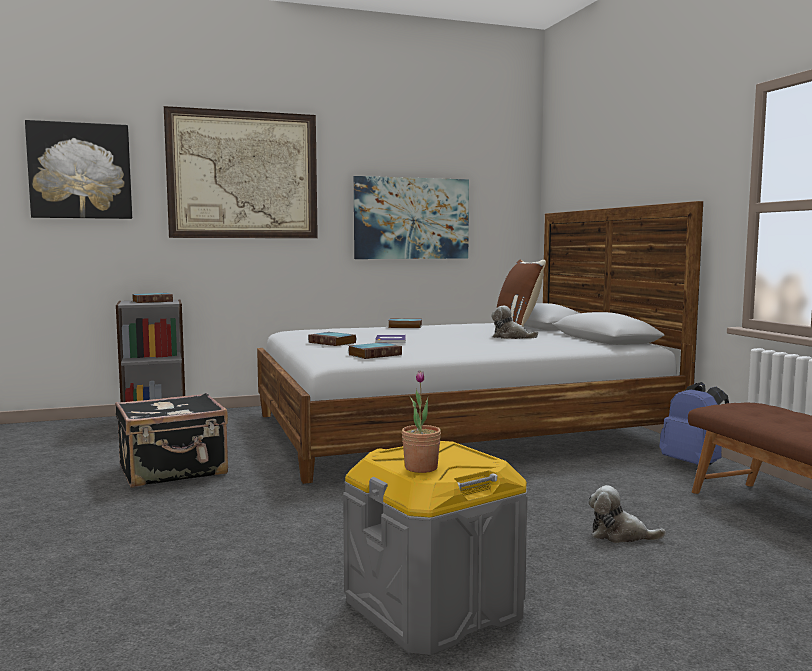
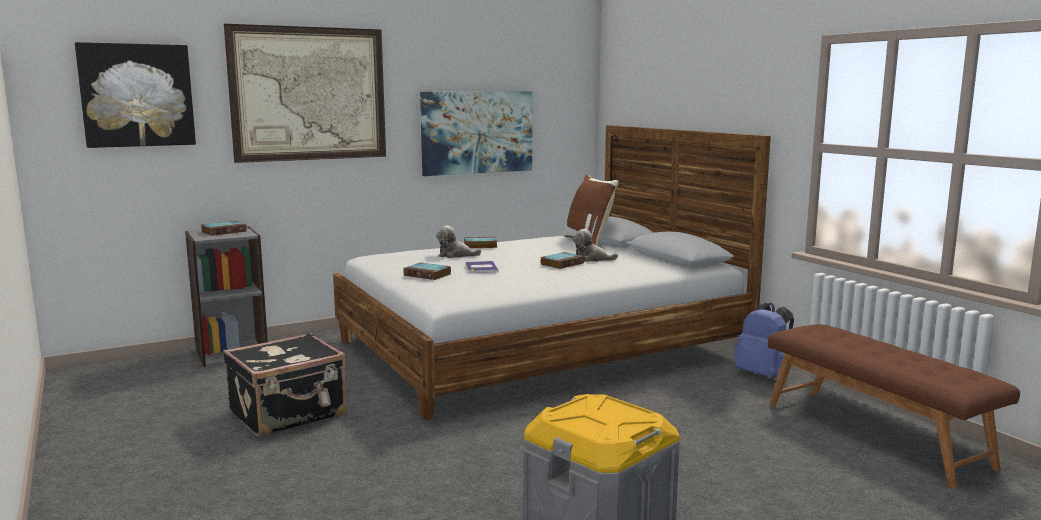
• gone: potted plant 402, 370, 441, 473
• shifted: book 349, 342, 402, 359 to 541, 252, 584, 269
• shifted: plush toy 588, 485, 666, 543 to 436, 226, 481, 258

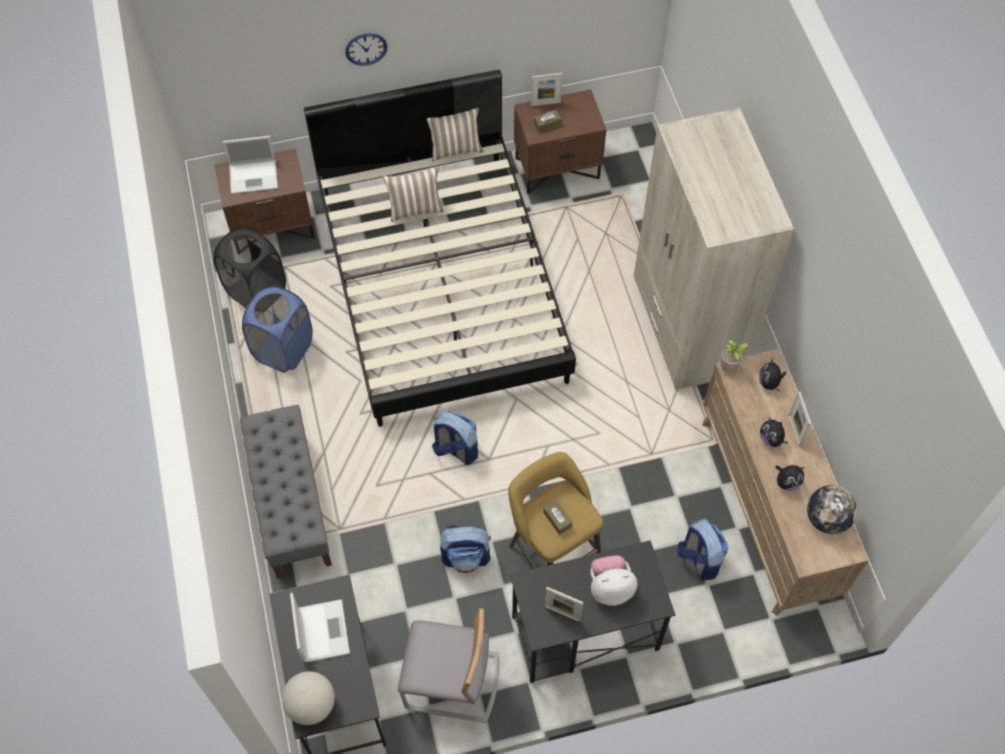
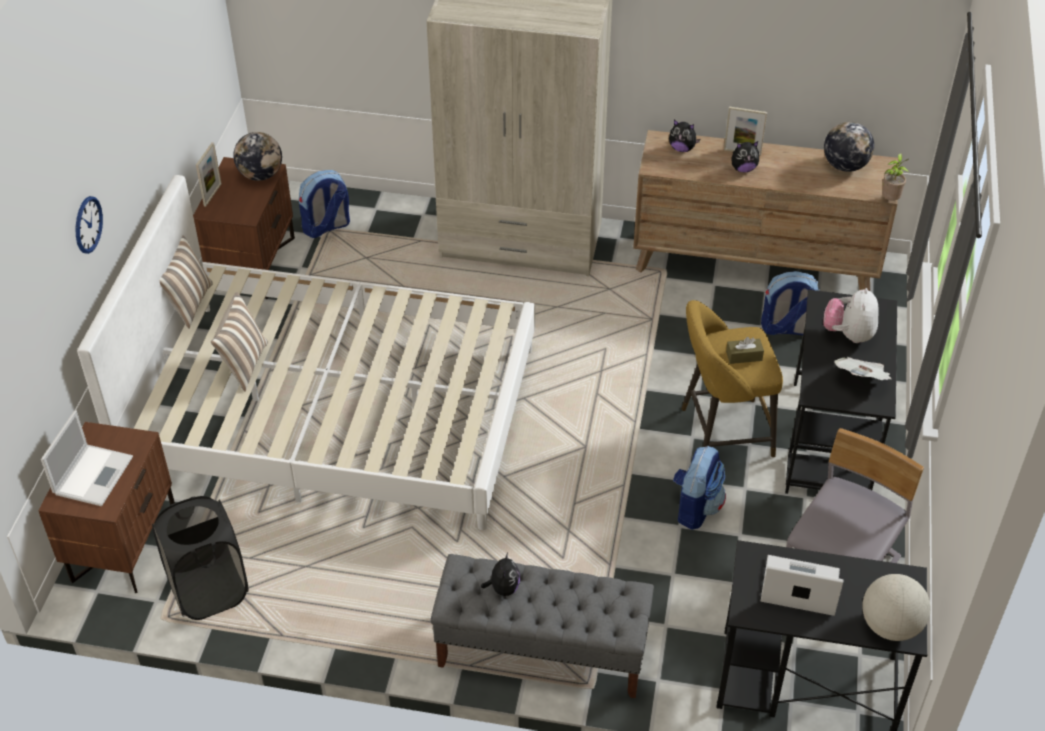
• gone: laundry basket in blue 242, 285, 313, 373
• gone: tissue box in brown 534, 110, 561, 133
• new: globe 233, 132, 282, 181
• shifted: backpack 432, 411, 478, 465 to 299, 170, 350, 238
• shifted: potted plant 721, 340, 749, 372 to 882, 153, 909, 201
• shifted: plush toy 775, 465, 804, 490 to 481, 552, 520, 596
• swapped: picture frame 544, 587, 583, 622 to newspaper 834, 357, 892, 380
• repainted: bed in black 304, 70, 576, 427 to bed in white 77, 175, 535, 530

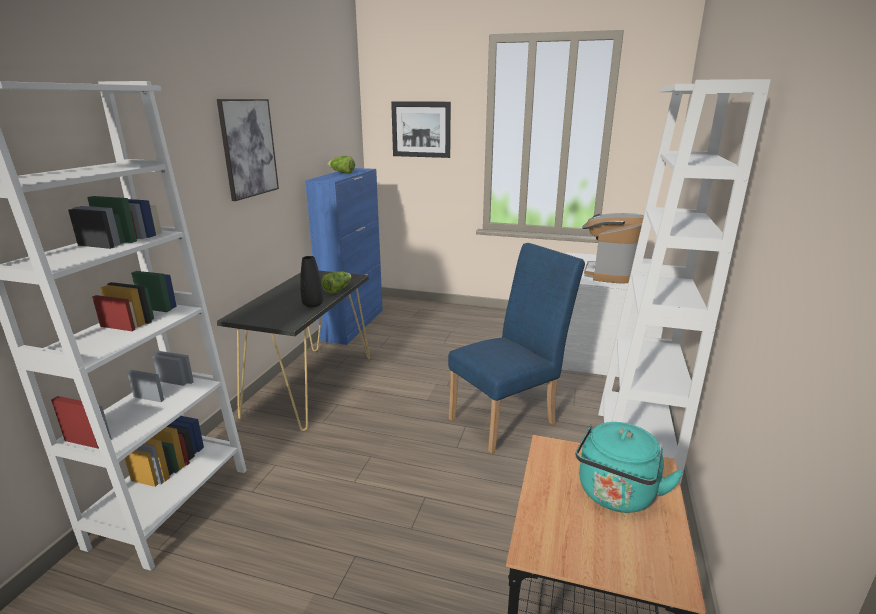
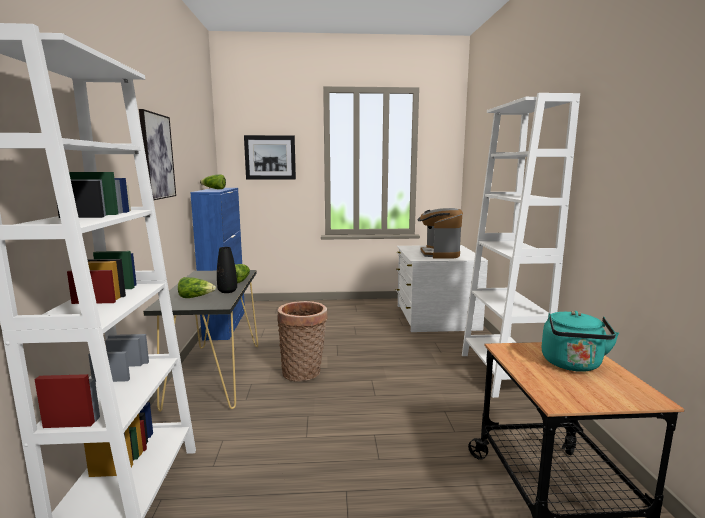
• gone: chair in blue 448, 243, 585, 454
• new: lettuce 178, 277, 216, 298
• new: basket 277, 301, 328, 381

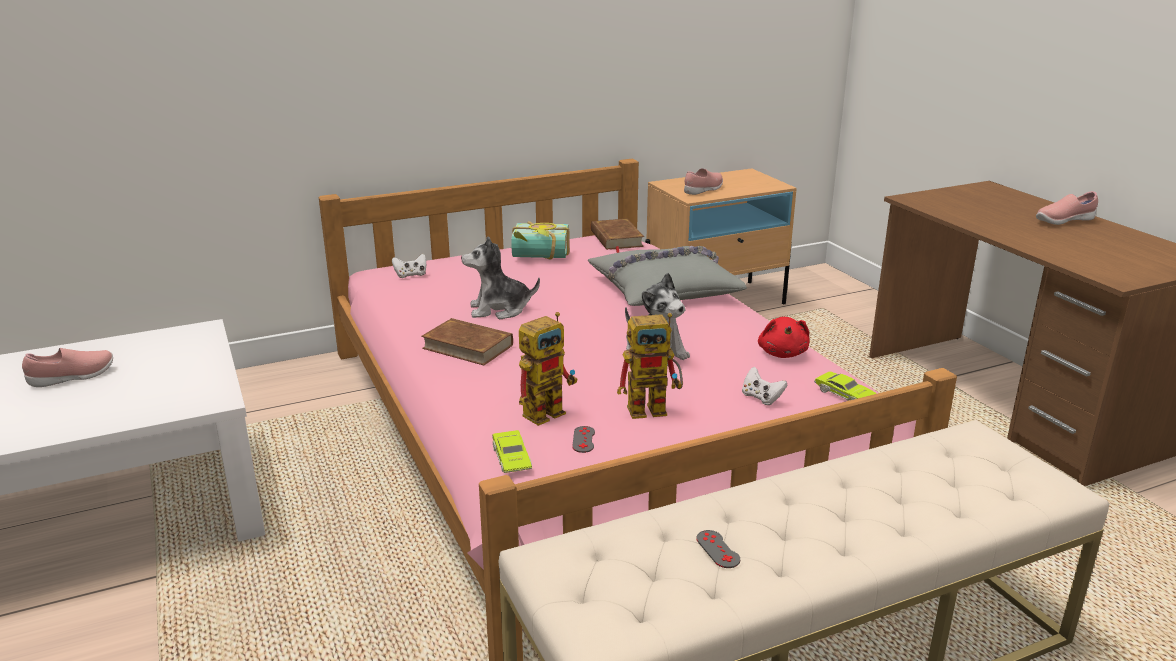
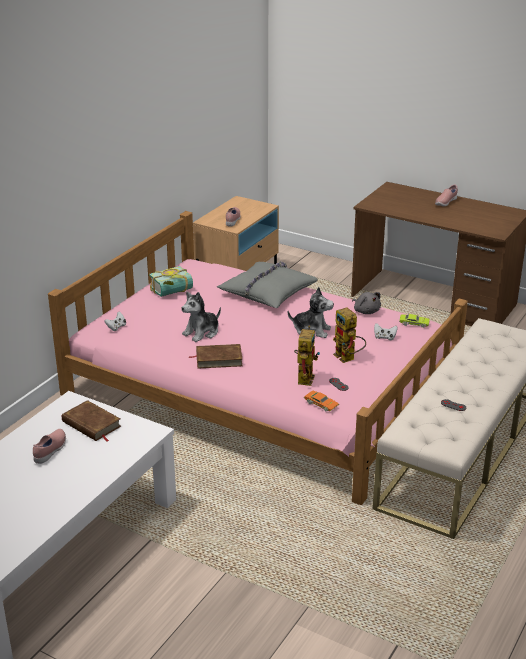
• shifted: book in brown 591, 219, 644, 253 to 62, 400, 121, 442
• repainted: toy car in green 492, 430, 532, 473 to toy car in orange 304, 391, 339, 411
• repainted: plush toy in red 758, 317, 810, 358 to plush toy in grey 352, 292, 381, 314
• rotated: toy robot 617, 313, 683, 419 = 333, 307, 366, 363 105 degrees clockwise

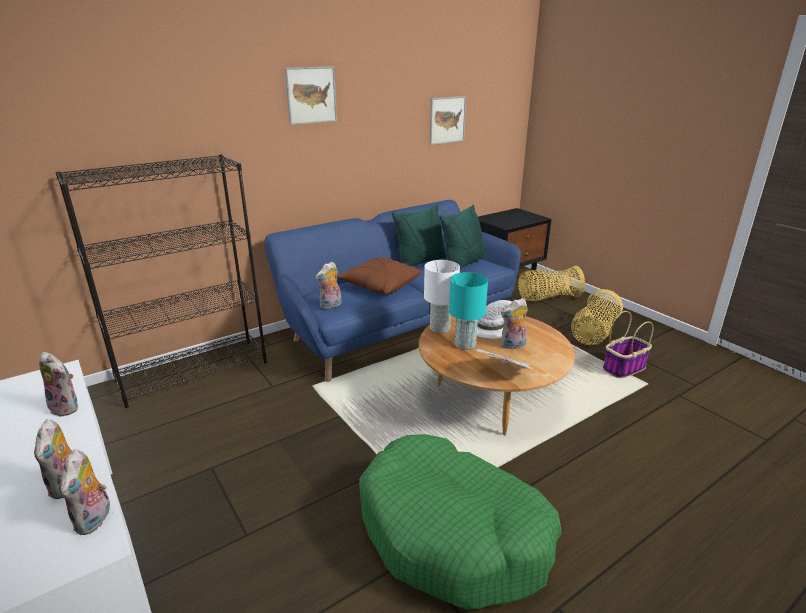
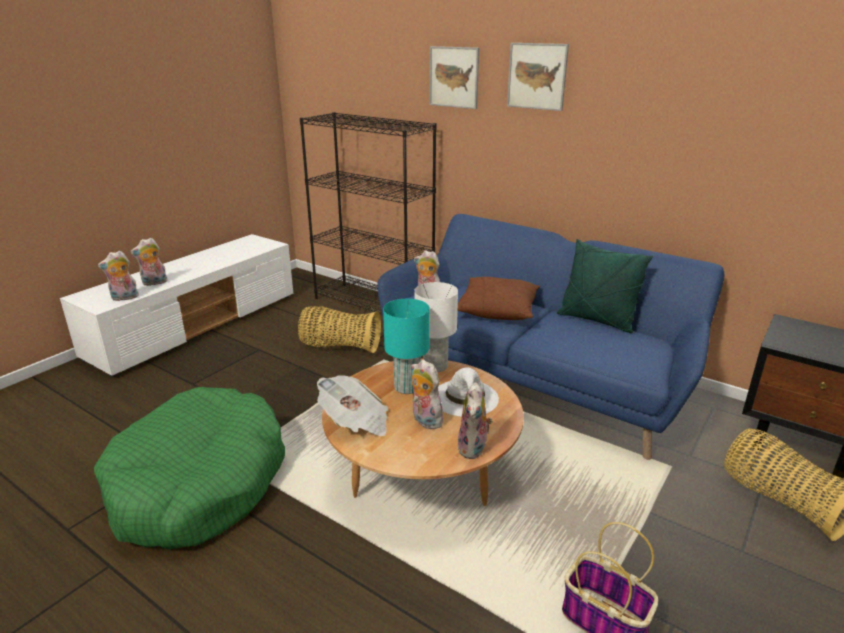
• gone: pillow in green 440, 205, 486, 269
• shifted: plush toy 39, 352, 78, 417 to 458, 382, 493, 459
• shifted: picture 430, 96, 466, 145 to 430, 46, 479, 109
• shifted: basket 571, 289, 623, 345 to 298, 306, 381, 353

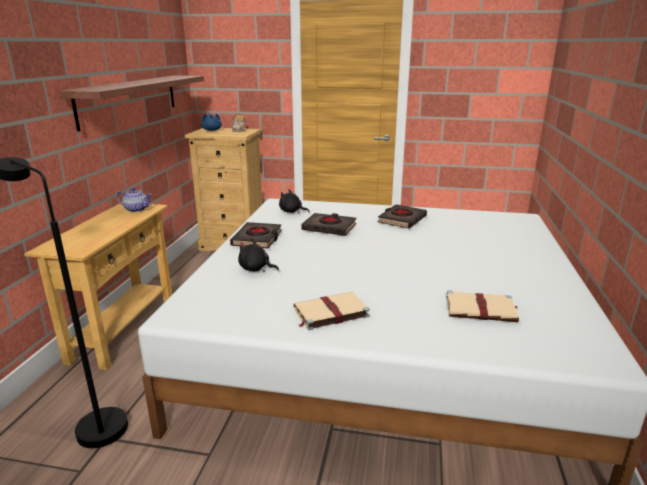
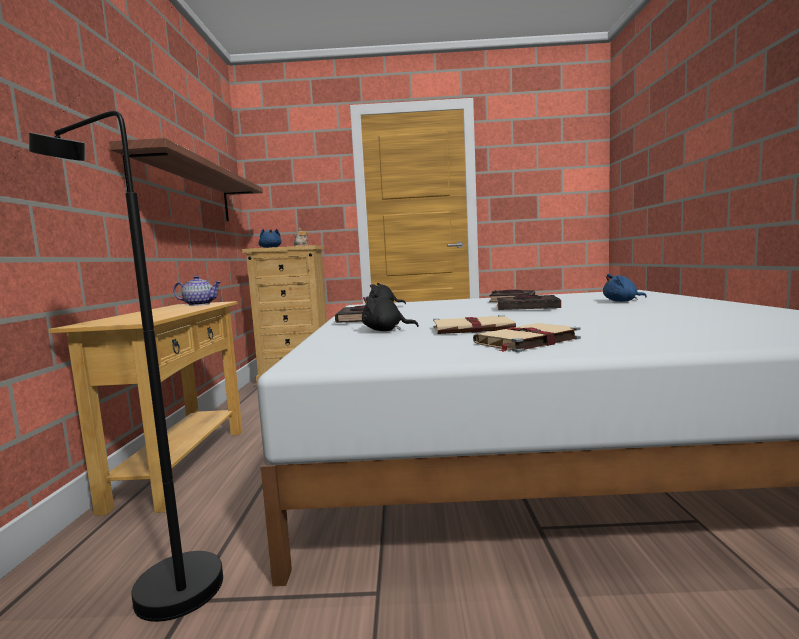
• new: plush toy in blue 603, 274, 647, 302
• shifted: book in black 301, 213, 356, 236 to 497, 294, 561, 310
• shifted: book in beige 447, 290, 519, 322 to 433, 315, 516, 334

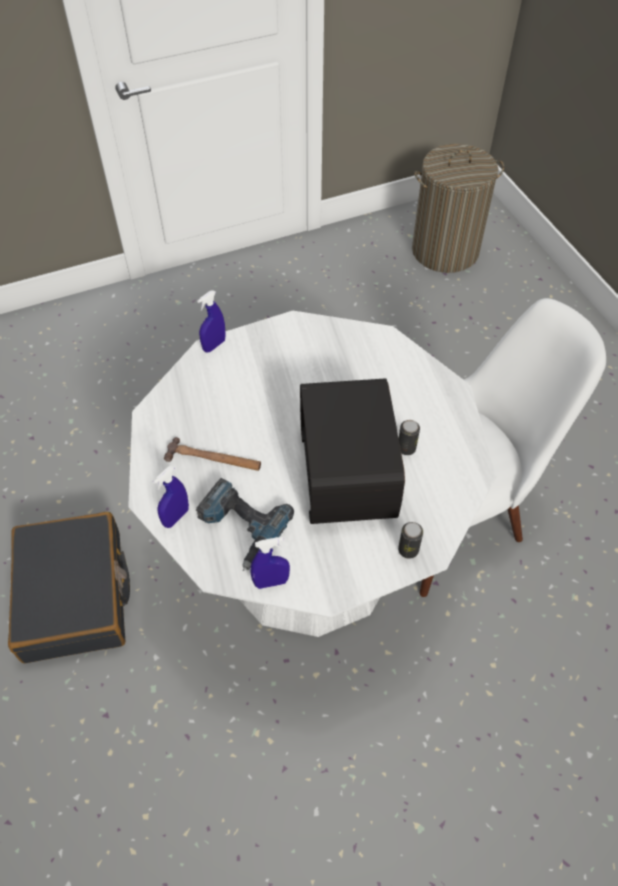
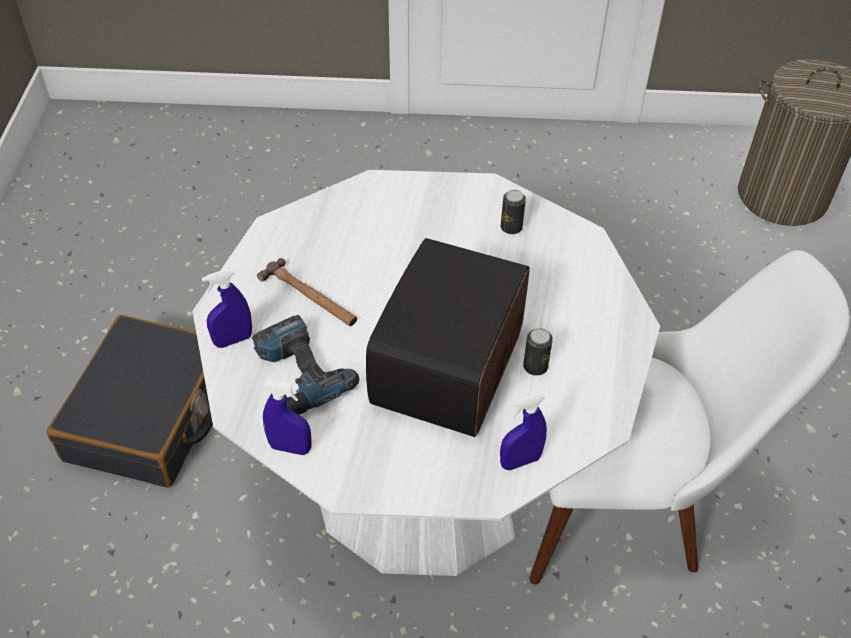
• shifted: spray bottle in blue 197, 290, 226, 353 to 500, 393, 547, 470
• shifted: can 398, 522, 423, 559 to 501, 190, 526, 234

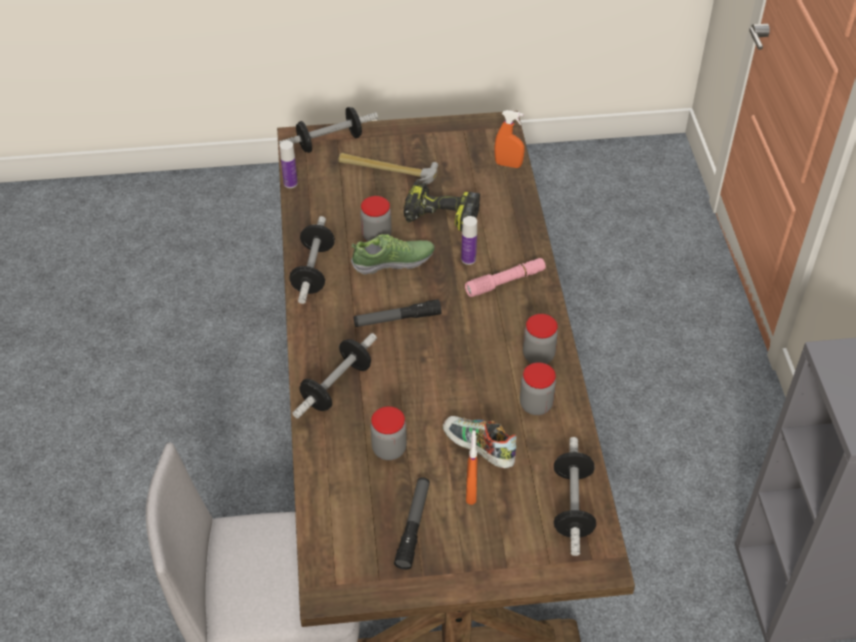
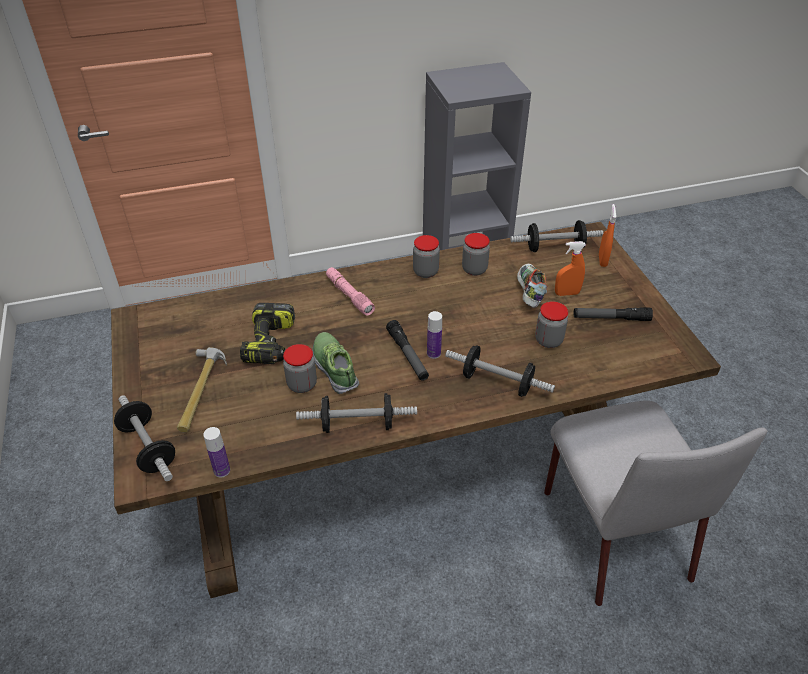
• shifted: bottle 461, 216, 477, 265 to 427, 311, 442, 359
• shifted: spray bottle in orange 495, 110, 525, 168 to 599, 204, 616, 267
• rotated: shoe 443, 416, 517, 468 = 517, 264, 547, 308 150 degrees clockwise

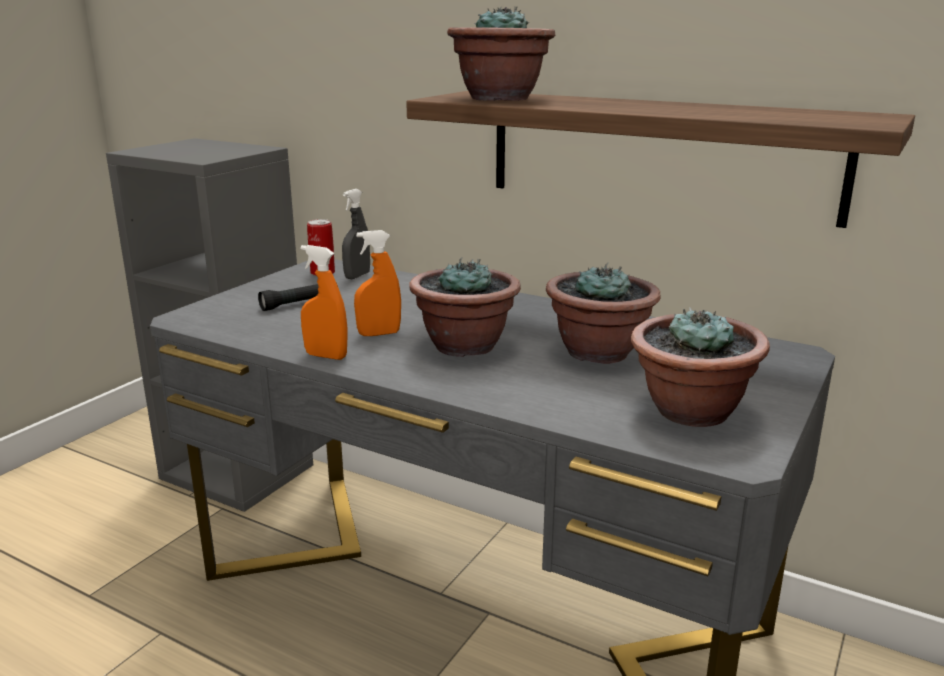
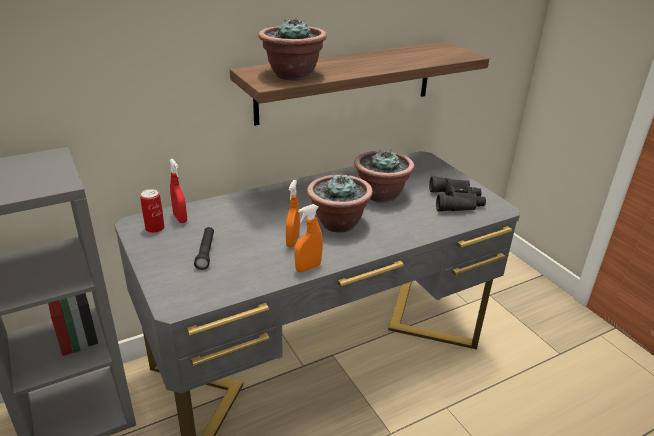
• swapped: potted plant 631, 307, 770, 427 to binoculars in black 429, 176, 486, 211
• repainted: spray bottle in grey 342, 189, 370, 279 to spray bottle in red 169, 159, 187, 223

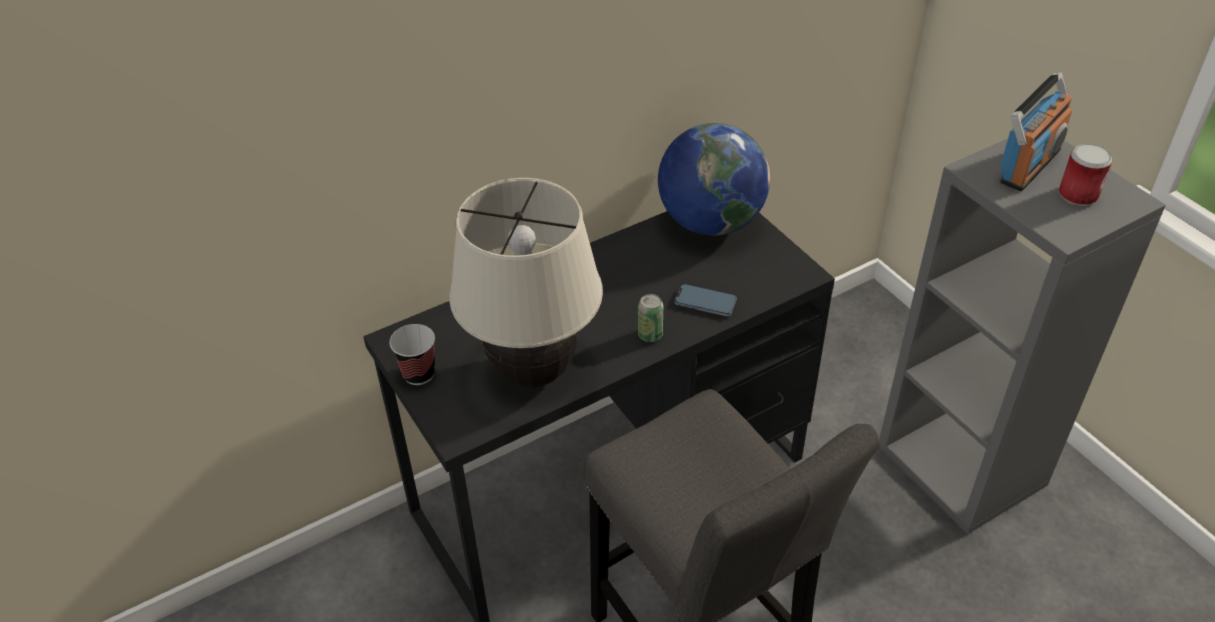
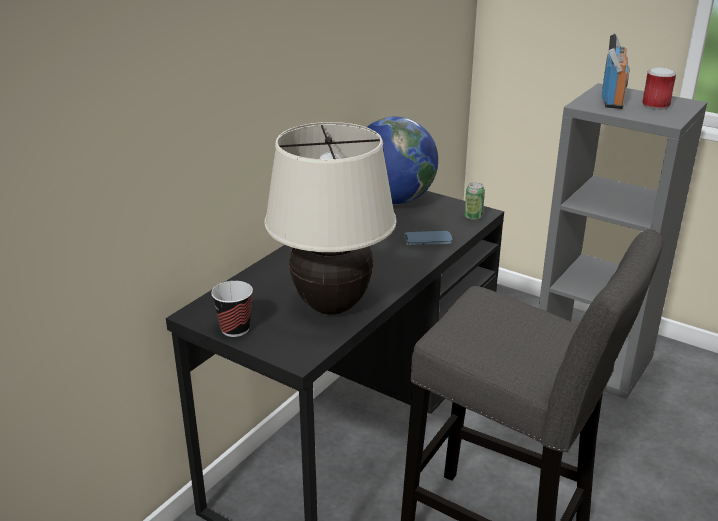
• shifted: can 638, 294, 663, 342 to 464, 182, 485, 220

